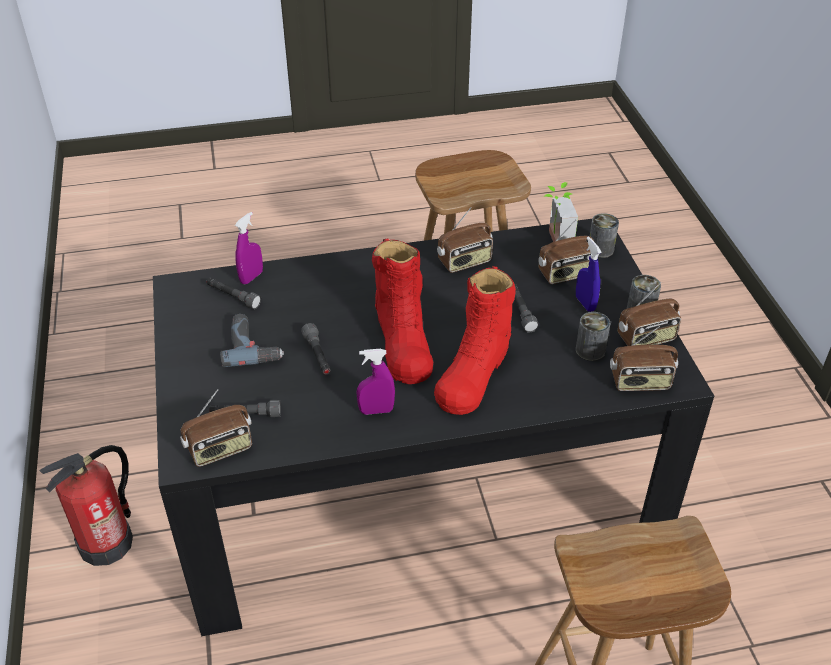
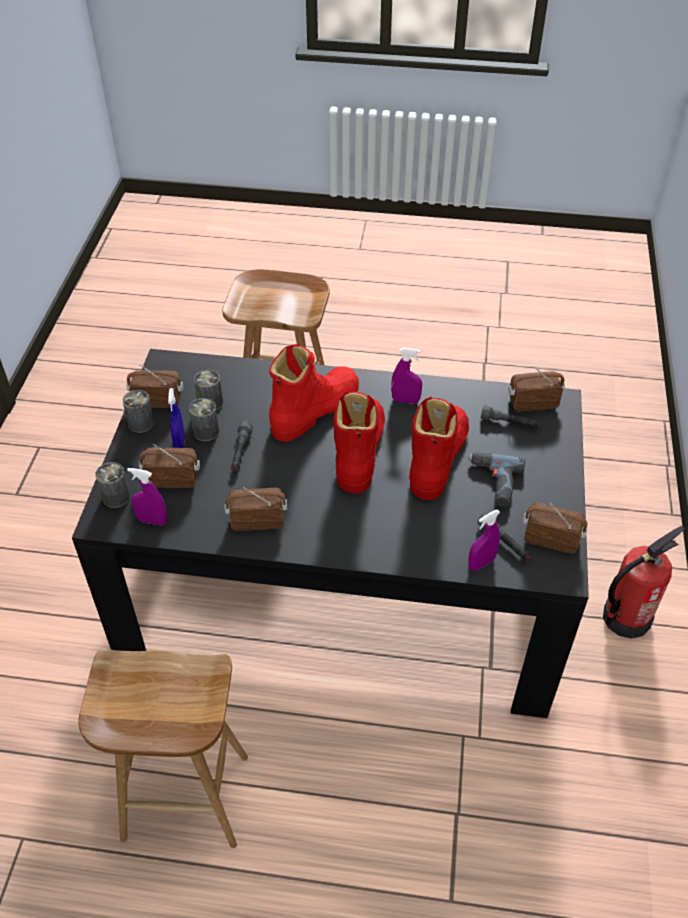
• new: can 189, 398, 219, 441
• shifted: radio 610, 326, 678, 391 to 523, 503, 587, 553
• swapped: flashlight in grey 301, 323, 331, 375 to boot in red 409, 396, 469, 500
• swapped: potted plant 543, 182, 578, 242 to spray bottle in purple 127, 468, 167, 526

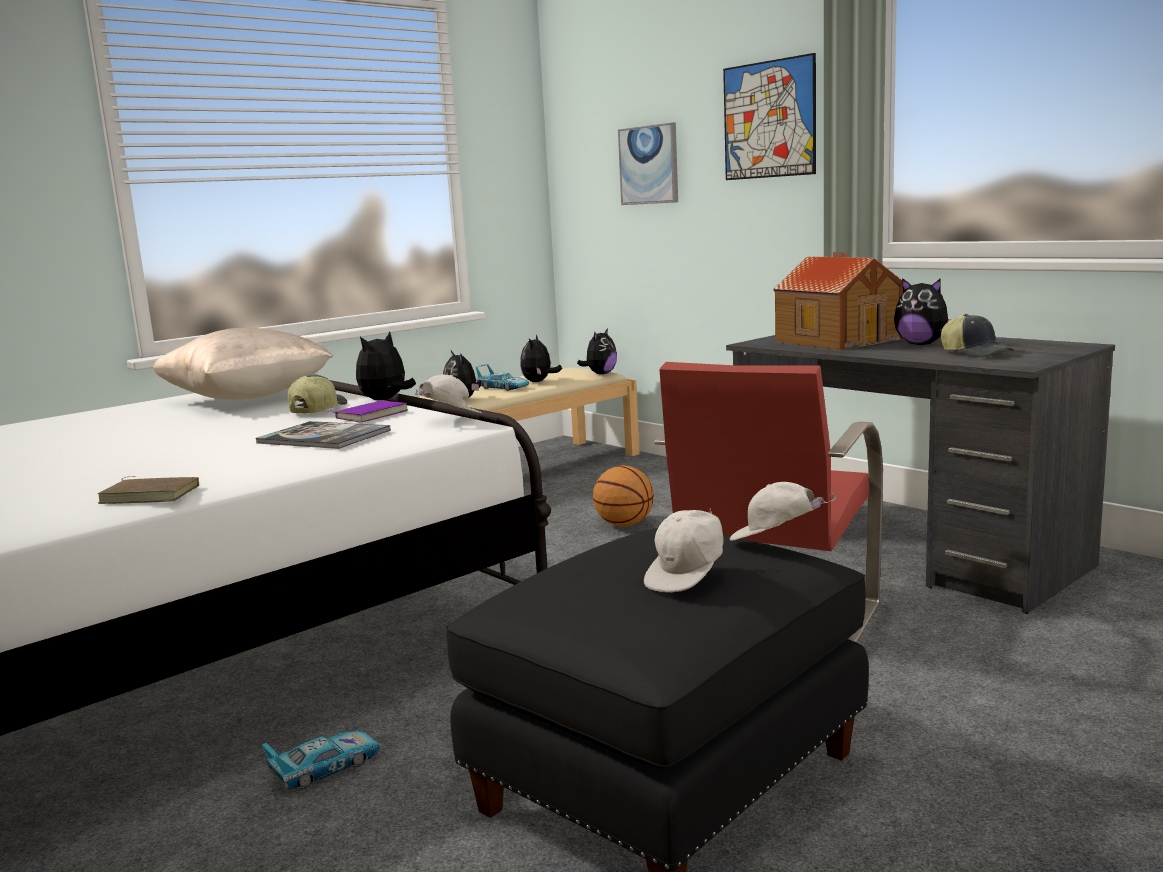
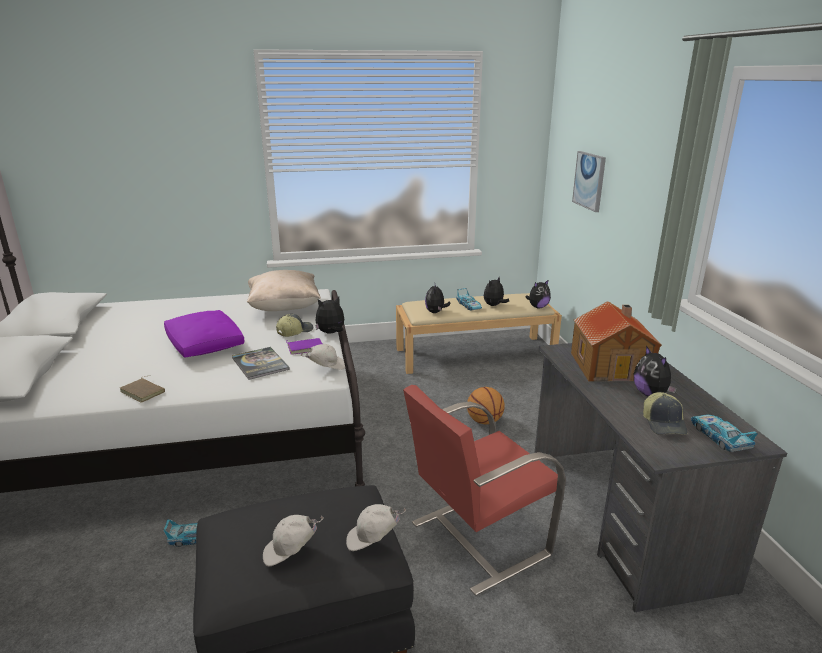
• gone: picture 723, 53, 816, 180
• new: pillow in purple 164, 310, 245, 358
• new: toy car 691, 414, 758, 452
• rotated: cap in white 730, 482, 836, 541 = 346, 504, 406, 551 60 degrees counterclockwise

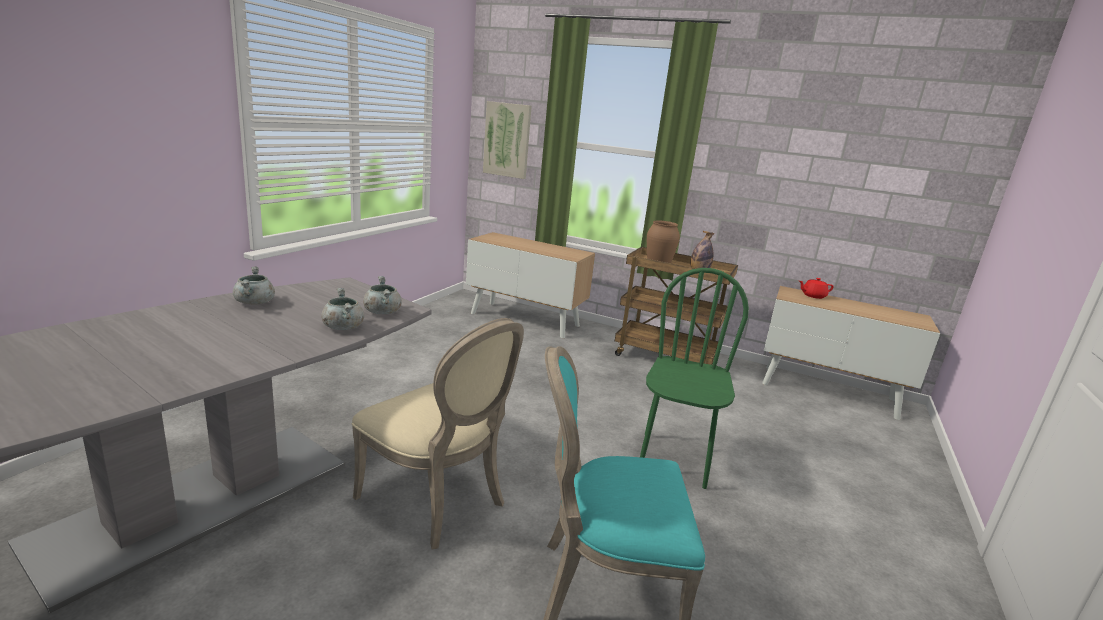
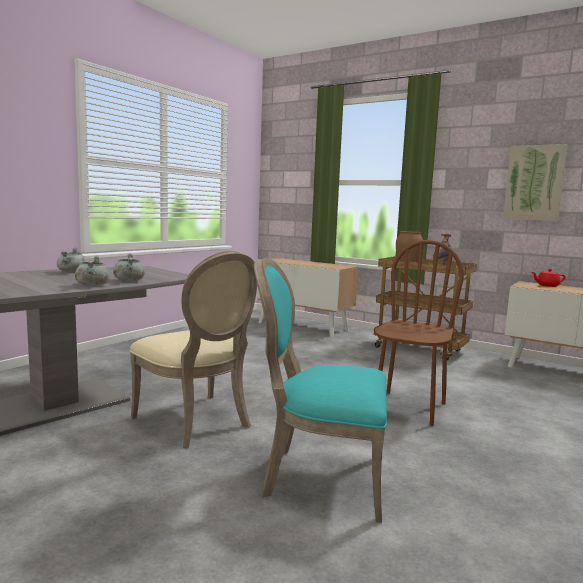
• shifted: cooking pot in grey 363, 276, 402, 314 to 75, 256, 110, 286
• shifted: picture 483, 101, 532, 179 to 503, 144, 568, 221
• repainted: chair in green 640, 268, 749, 489 to chair in brown 375, 240, 464, 426

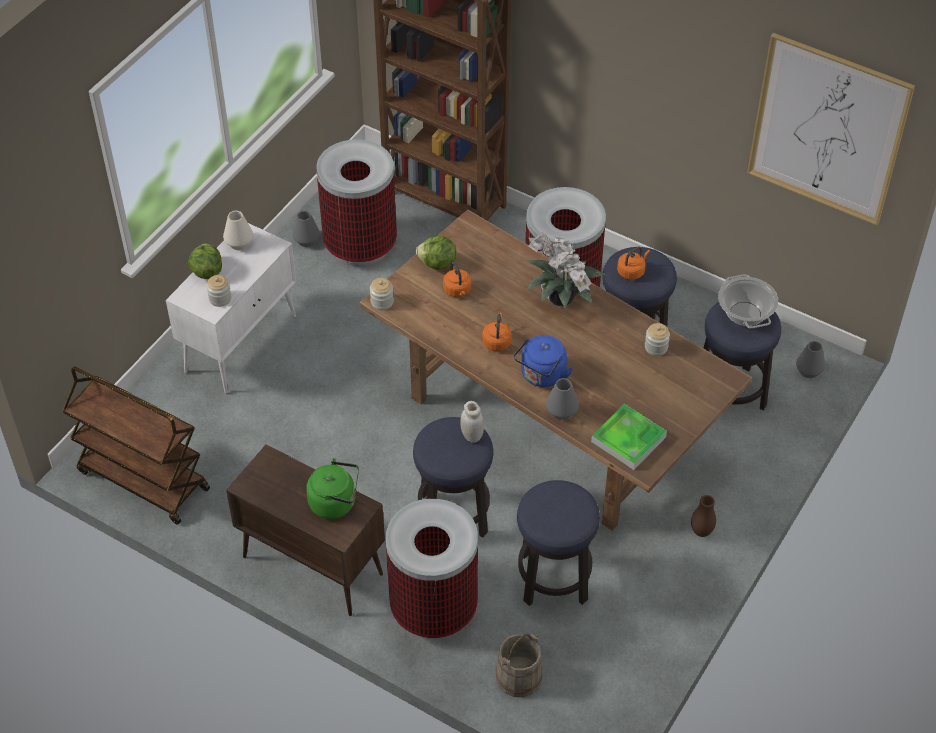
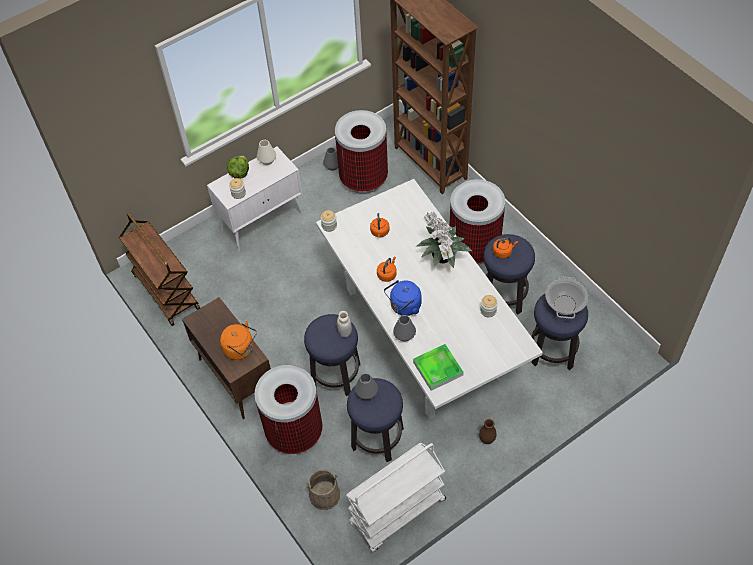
• gone: lettuce 416, 236, 456, 270
• gone: picture 747, 33, 915, 226
• new: cart in white 346, 443, 446, 552
• shifted: vase in grey 796, 341, 826, 378 to 355, 373, 378, 399
• repainted: kettle in green 306, 458, 359, 519 to kettle in orange 220, 321, 257, 360
• repainted: dining table in brown 360, 210, 752, 531 to dining table in white 316, 179, 543, 419

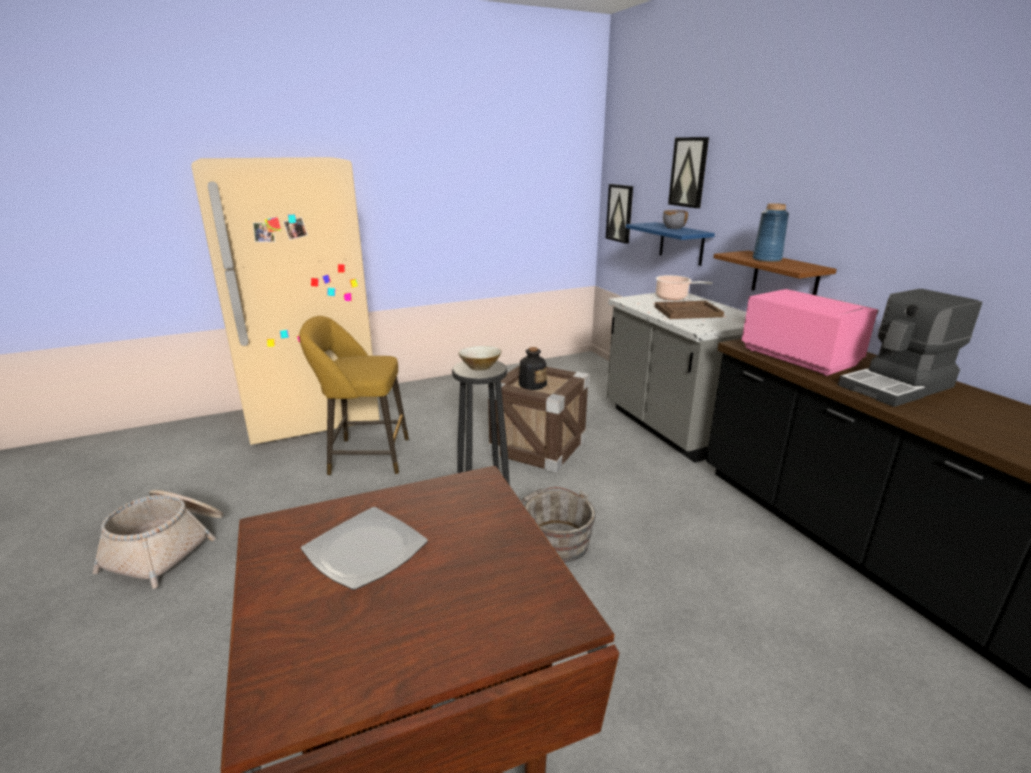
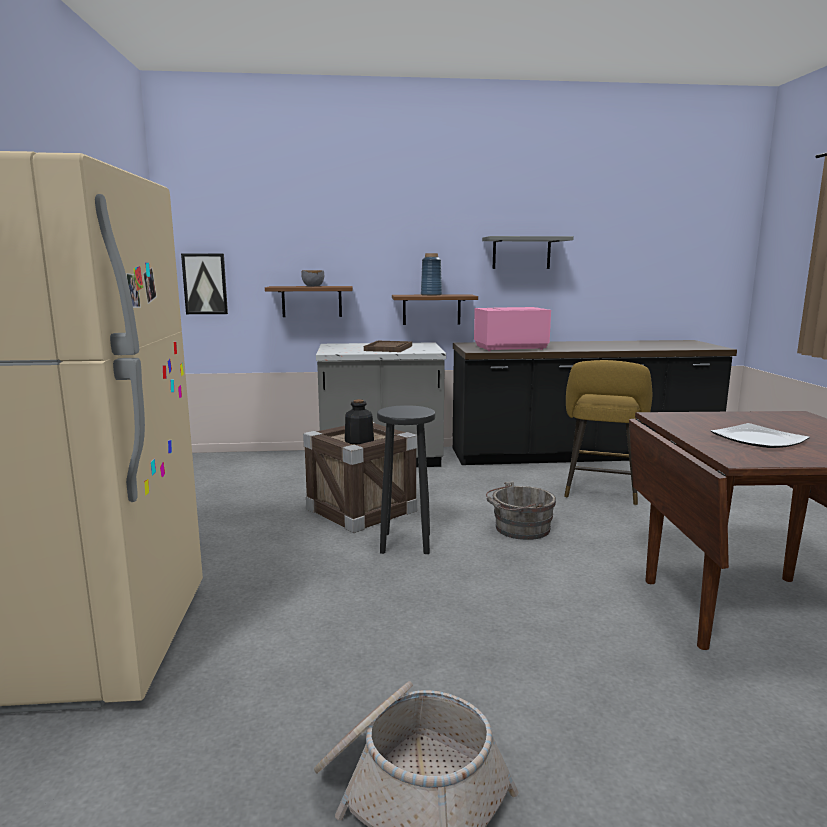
• gone: bowl in beige 458, 346, 501, 371
• gone: cooking pot 656, 275, 713, 300
• gone: picture 668, 137, 709, 208
• gone: coffee machine 838, 289, 982, 407
• new: shelf in grey 482, 236, 574, 269
• shifted: stool in yellow 299, 316, 409, 476 to 564, 360, 652, 505
• repainted: shelf in blue 626, 222, 715, 266 to shelf in brown 265, 286, 353, 317

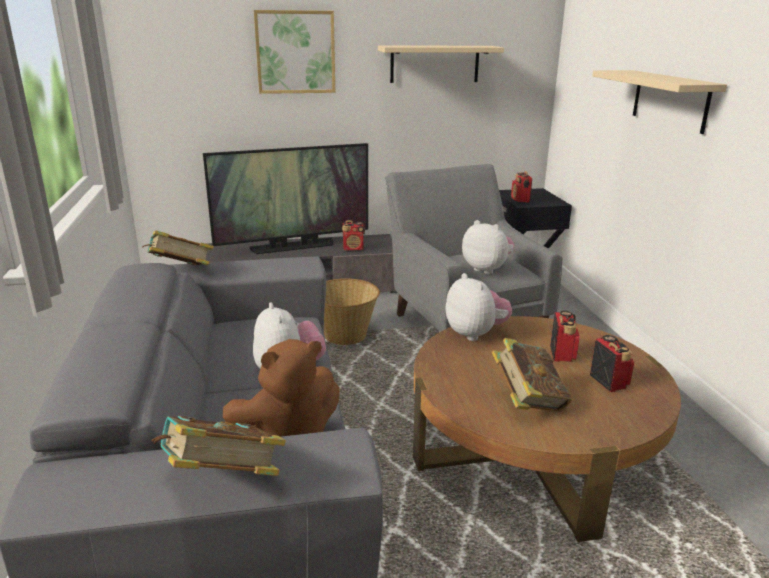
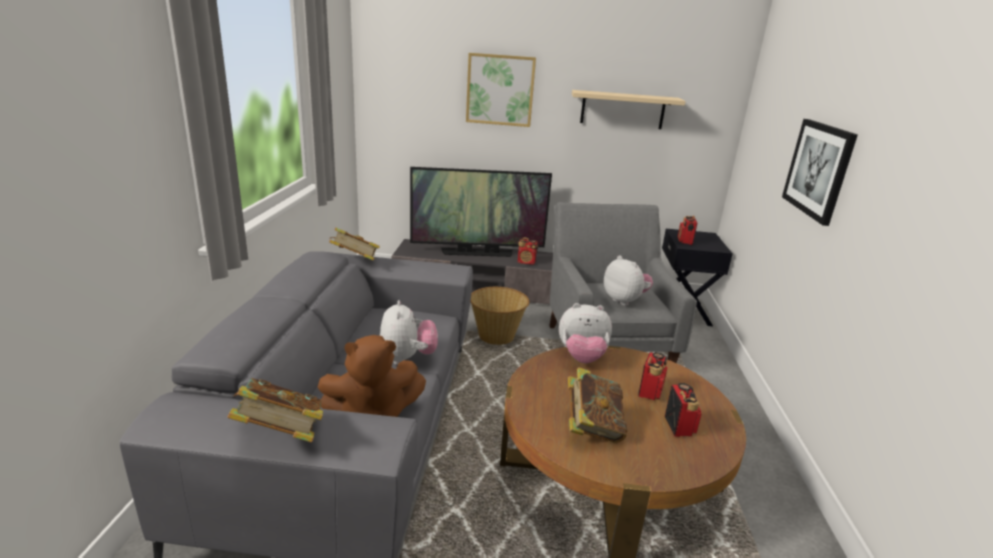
• swapped: shelf in beige 592, 70, 727, 134 to picture 782, 119, 858, 226
• rotated: plush toy 446, 273, 512, 341 = 559, 303, 612, 363 105 degrees clockwise

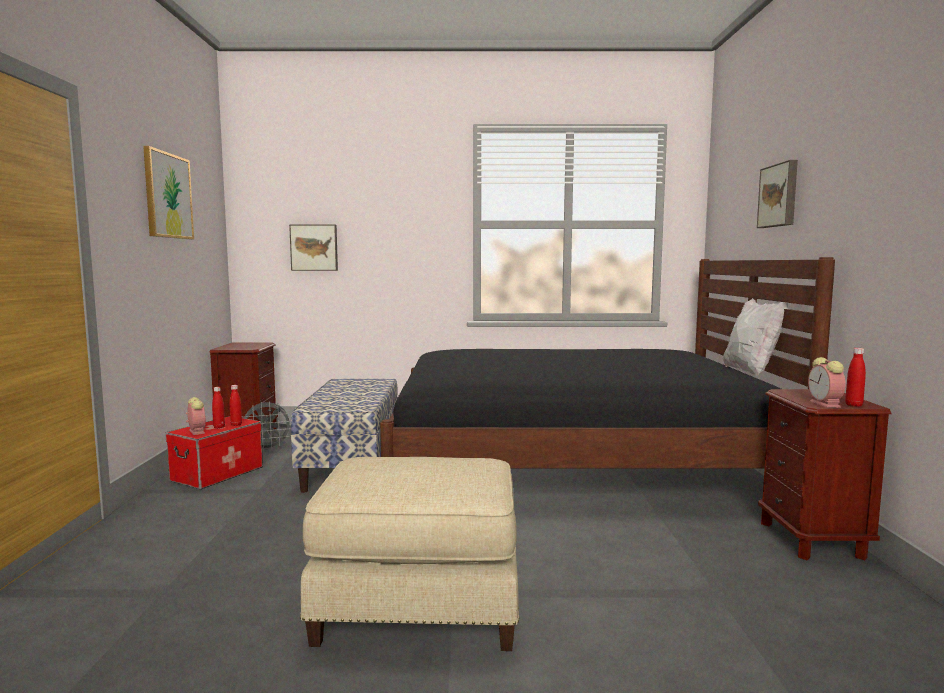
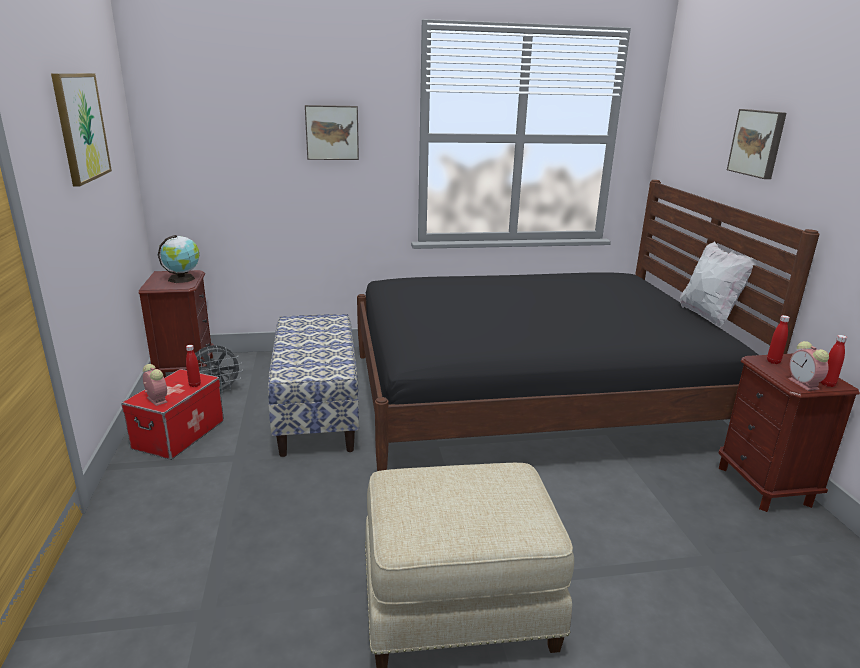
• new: globe 158, 235, 199, 283
• shifted: bottle in red 212, 387, 225, 429 to 767, 315, 790, 364
• shifted: picture 289, 225, 338, 271 to 305, 105, 359, 160

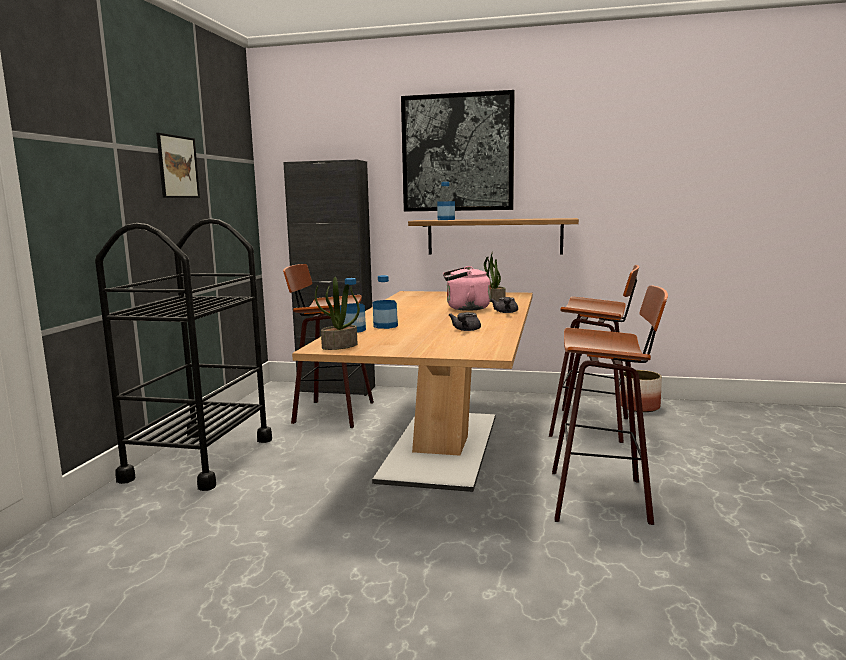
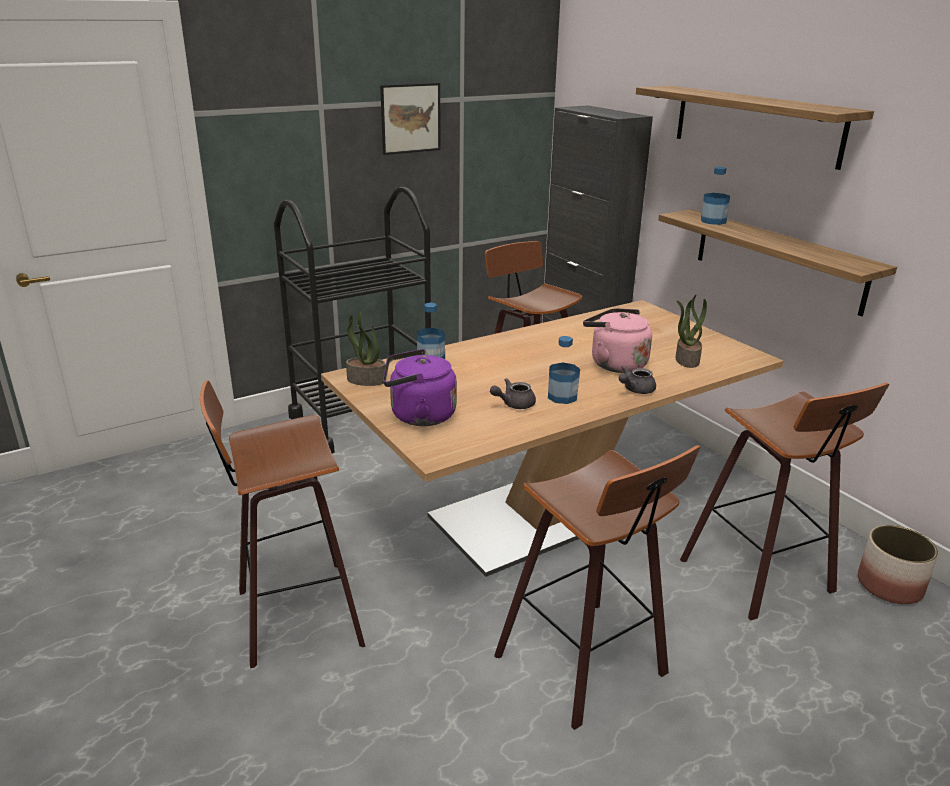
• new: stool 200, 381, 365, 668
• new: kettle in purple 383, 349, 457, 426
• shifted: bottle 373, 275, 398, 329 to 548, 336, 580, 404
• swapped: picture 401, 90, 515, 212 to shelf 636, 86, 874, 170

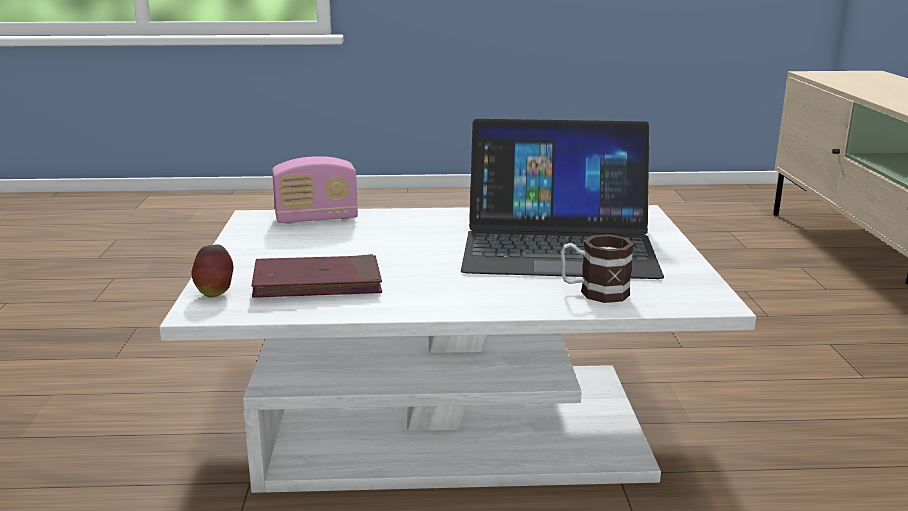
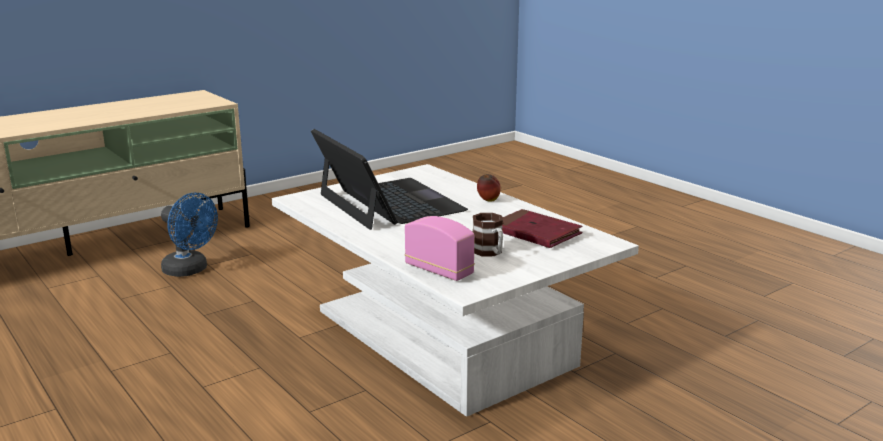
• new: fan in blue 161, 193, 218, 277
• shifted: apple 192, 245, 233, 298 to 477, 174, 501, 202
• shifted: mug 561, 234, 634, 303 to 473, 213, 503, 256

